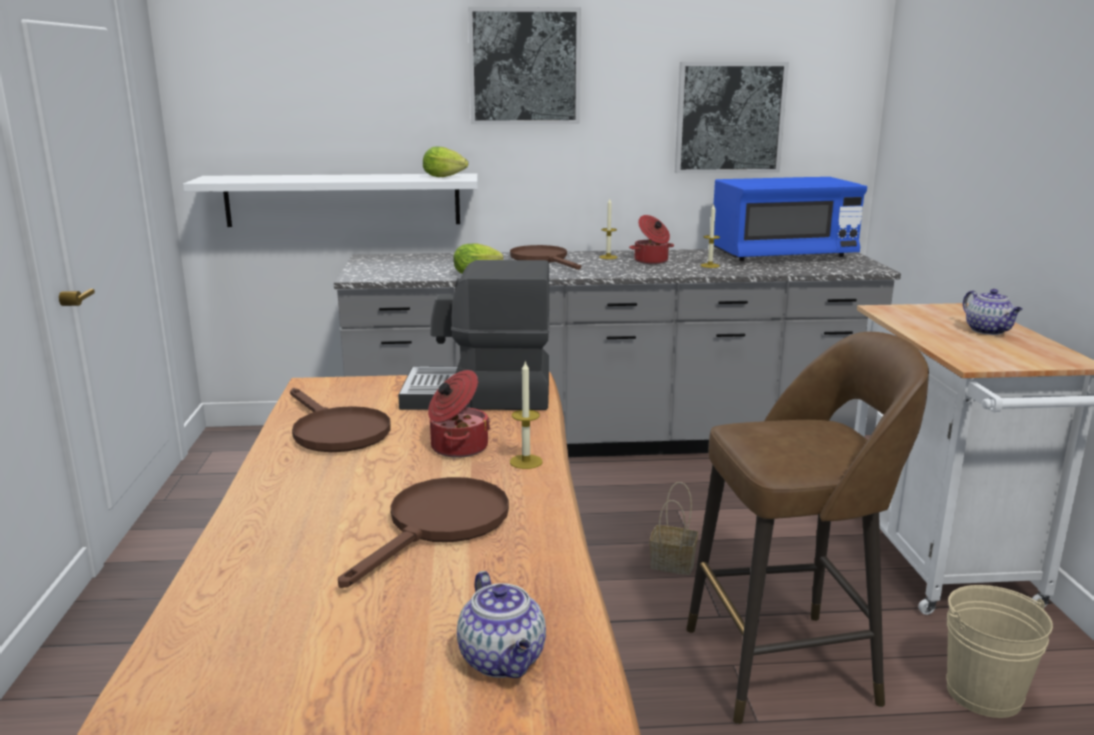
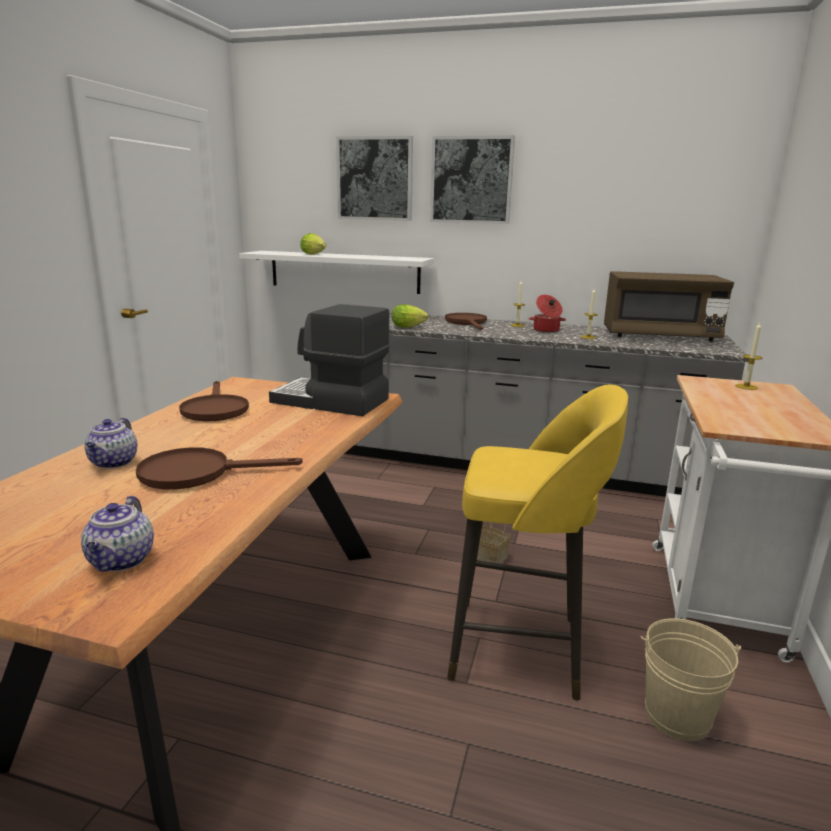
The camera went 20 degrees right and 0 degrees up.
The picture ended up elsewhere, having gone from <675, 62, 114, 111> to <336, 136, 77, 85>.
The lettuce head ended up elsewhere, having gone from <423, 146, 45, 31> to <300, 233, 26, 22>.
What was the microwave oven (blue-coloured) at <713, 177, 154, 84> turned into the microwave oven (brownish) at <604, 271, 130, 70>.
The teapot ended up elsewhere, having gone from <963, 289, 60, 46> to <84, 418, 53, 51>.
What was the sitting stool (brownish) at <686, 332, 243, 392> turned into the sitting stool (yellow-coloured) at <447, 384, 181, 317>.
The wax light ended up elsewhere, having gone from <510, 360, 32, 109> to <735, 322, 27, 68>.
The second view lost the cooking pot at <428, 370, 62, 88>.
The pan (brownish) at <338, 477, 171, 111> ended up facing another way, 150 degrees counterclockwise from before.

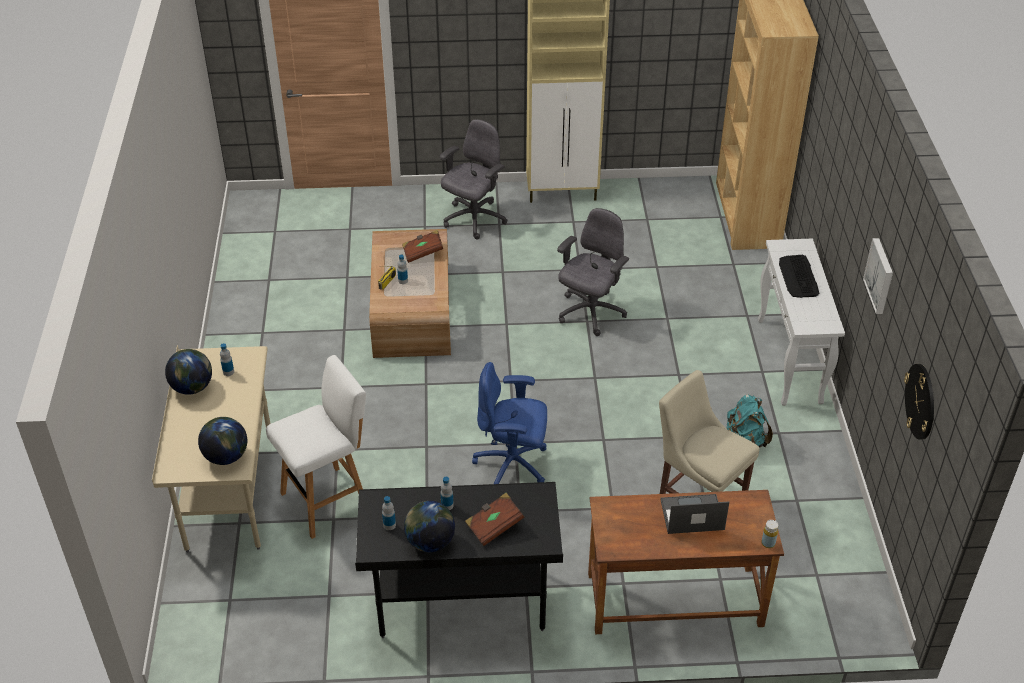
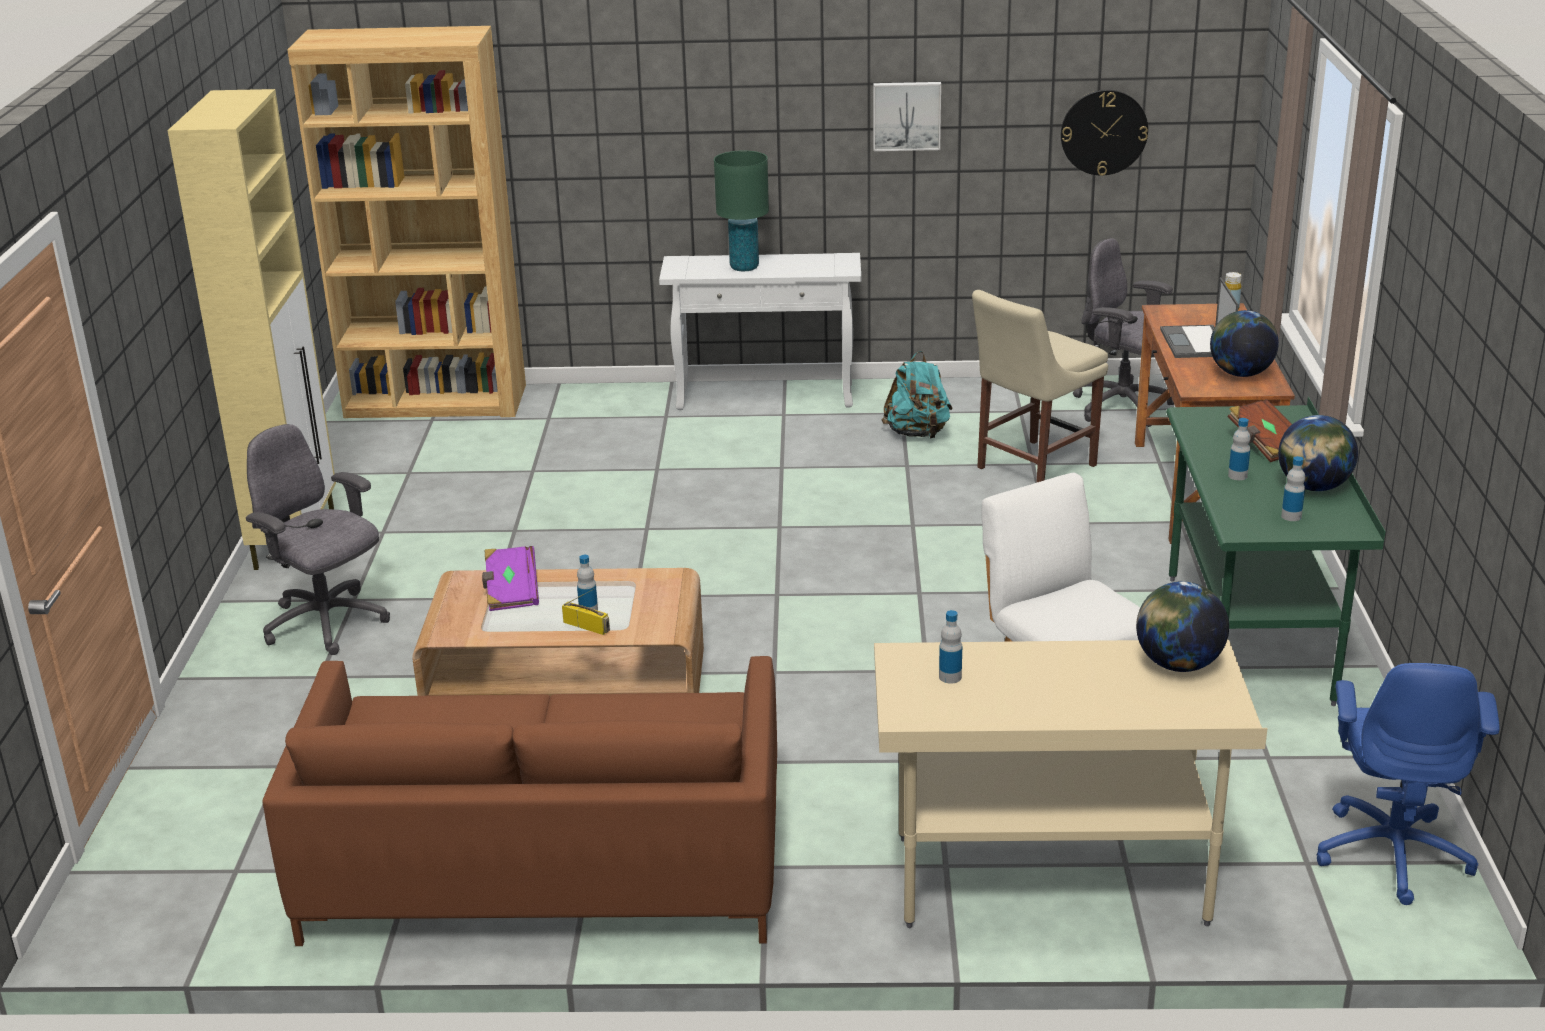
The camera went 85 degrees left and 15 degrees down.
The office chair (gray) ended up elsewhere, having gone from <557, 208, 72, 128> to <1073, 238, 101, 189>.
What was the book (brownish) at <402, 230, 41, 33> turned into the book (purplish) at <482, 546, 57, 65>.
Where the PC keyboard stood at <779, 255, 40, 43>, the lamp for a table (green) came to stand at <714, 151, 55, 120>.
The desk globe ended up elsewhere, having gone from <165, 349, 47, 46> to <1210, 310, 69, 67>.
The office chair (blue-coloured) ended up elsewhere, having gone from <472, 362, 75, 122> to <1316, 663, 184, 242>.
What was the desk table (blackish) at <355, 482, 208, 156> turned into the desk table (green) at <1166, 397, 219, 309>.
The second view gained the couch (brownish) at <262, 656, 515, 290>.

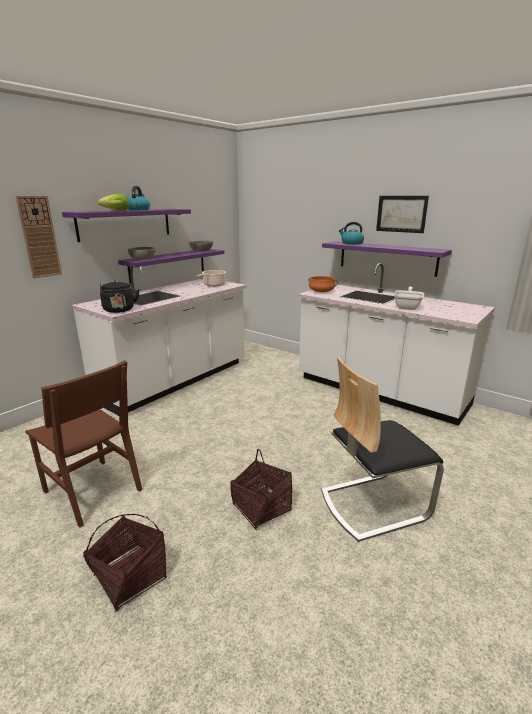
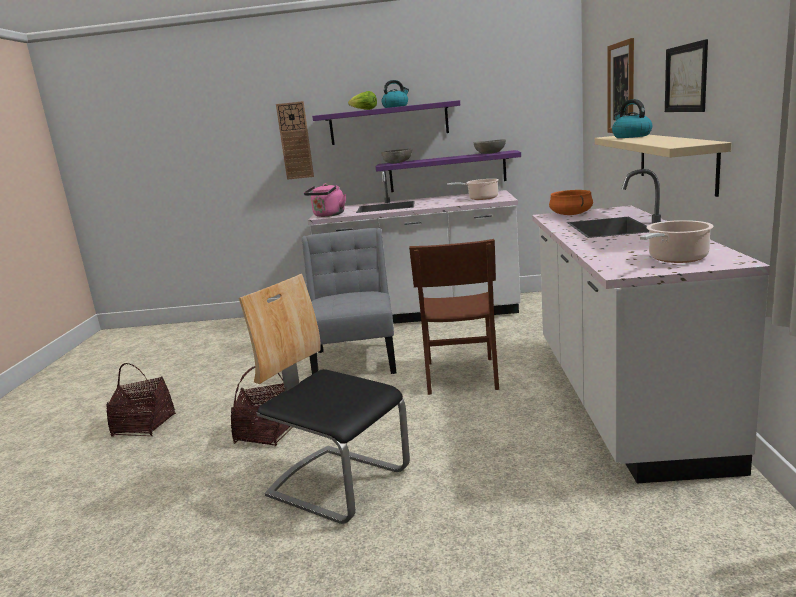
The camera went 55 degrees right and 5 degrees down.
What was the shelf (purplish) at <322, 241, 130, 36> turned into the shelf (sand-coloured) at <595, 135, 136, 62>.
What was the kettle (blackish) at <100, 280, 40, 33> turned into the kettle (pink) at <304, 183, 42, 34>.
The second view lost the pan at <393, 287, 31, 23>.
The upright chair (brownish) ended up elsewhere, having gone from <25, 360, 117, 168> to <409, 239, 90, 156>.
The second view gained the picture at <608, 38, 26, 95>.
The second view gained the cooking pot at <640, 220, 74, 43>.
The second view gained the upright chair (gray) at <302, 228, 94, 146>.

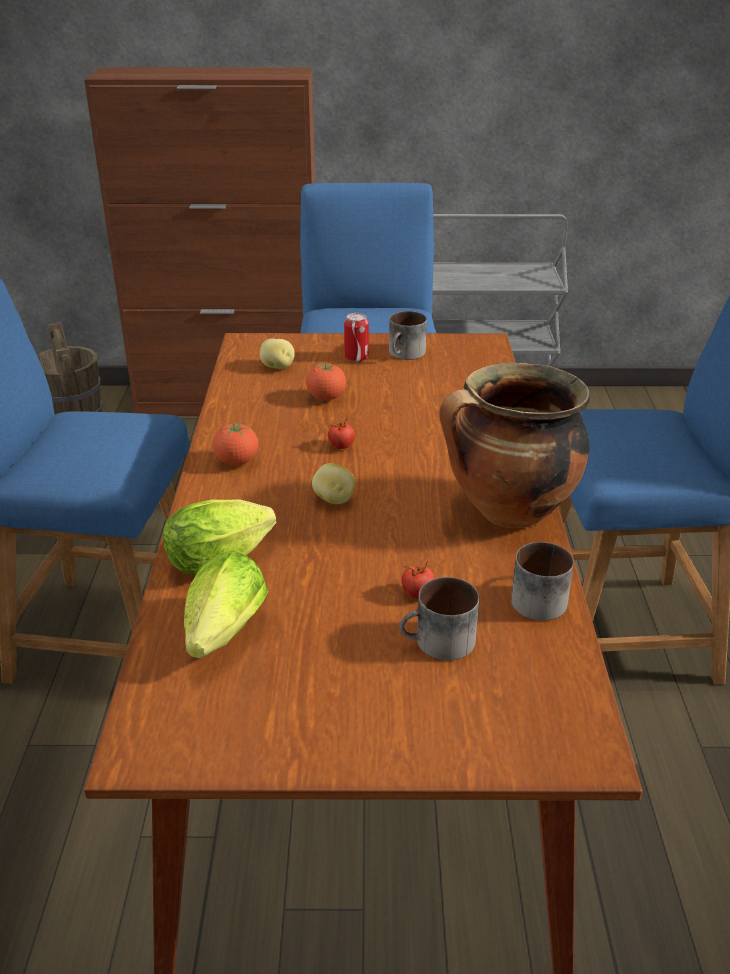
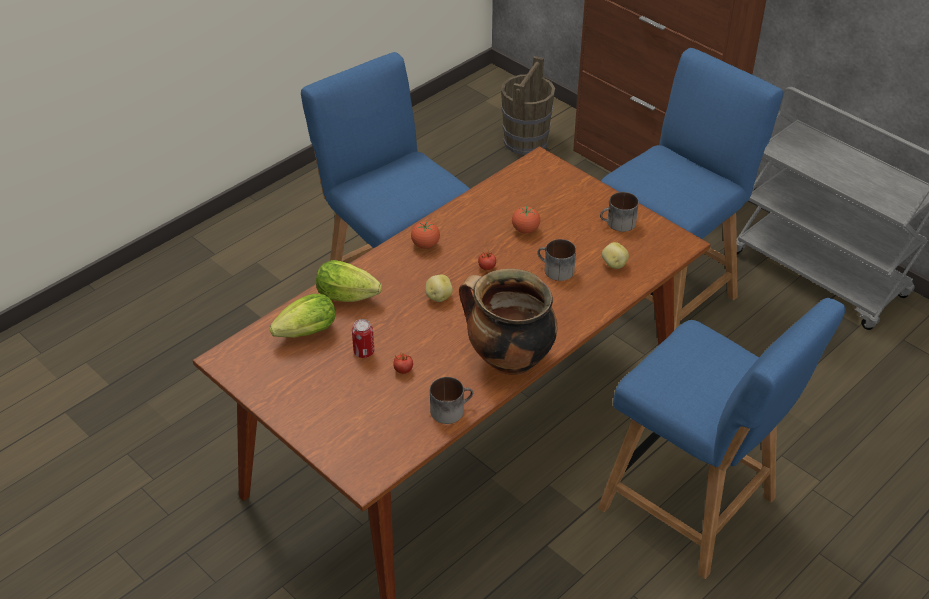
The camera went 45 degrees right and 10 degrees up.
The sealed can ended up elsewhere, having gone from <344, 313, 25, 49> to <352, 319, 22, 39>.
The spud ended up elsewhere, having gone from <260, 339, 35, 30> to <602, 242, 27, 27>.
The tea mug ended up elsewhere, having gone from <399, 577, 80, 83> to <537, 239, 39, 42>.

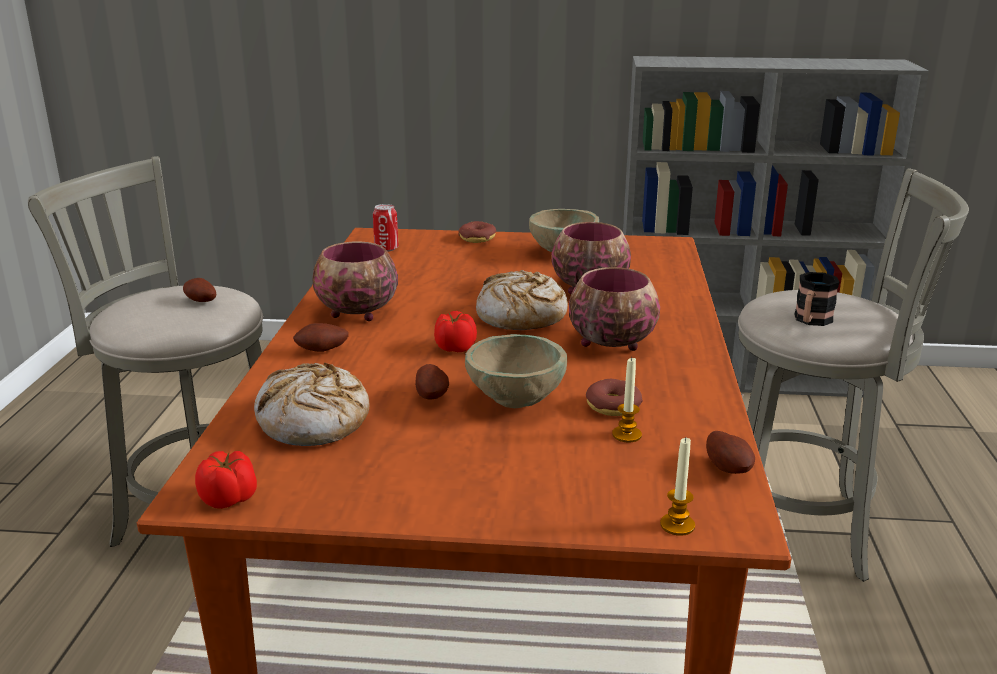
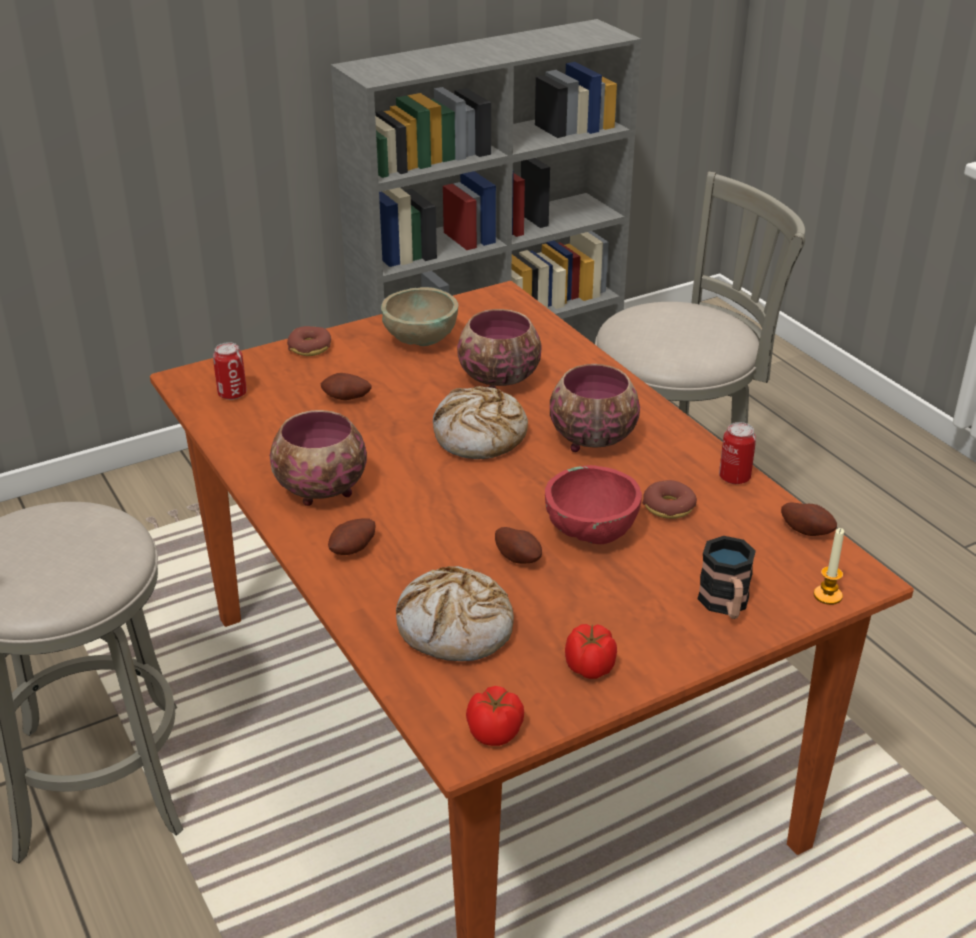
The camera went 35 degrees left and 10 degrees up.
The tea mug ended up elsewhere, having gone from <794, 272, 46, 54> to <697, 536, 59, 83>.
The spud ended up elsewhere, having gone from <183, 278, 33, 24> to <320, 373, 52, 27>.
The fresh tomato ended up elsewhere, having gone from <434, 311, 43, 41> to <565, 624, 52, 55>.
What was the deep dish (sand-coloured) at <465, 334, 102, 74> turned into the deep dish (red) at <545, 465, 97, 79>.
The second view lost the wax light at <612, 358, 30, 85>.
The second view gained the sealed can at <719, 422, 37, 62>.

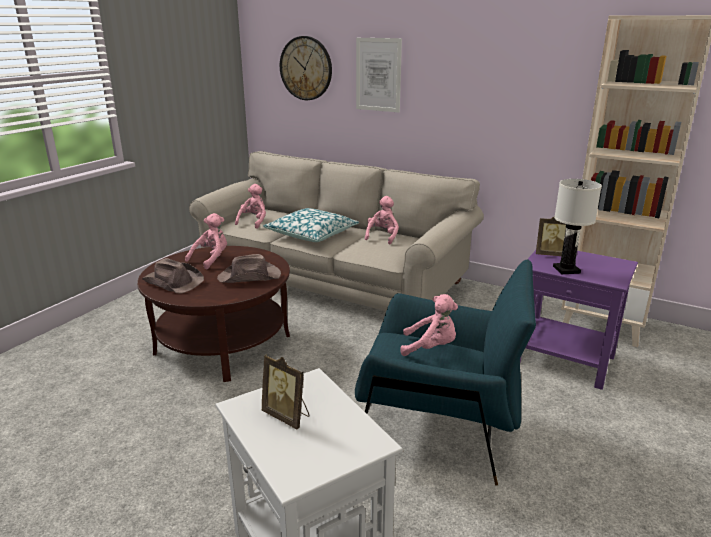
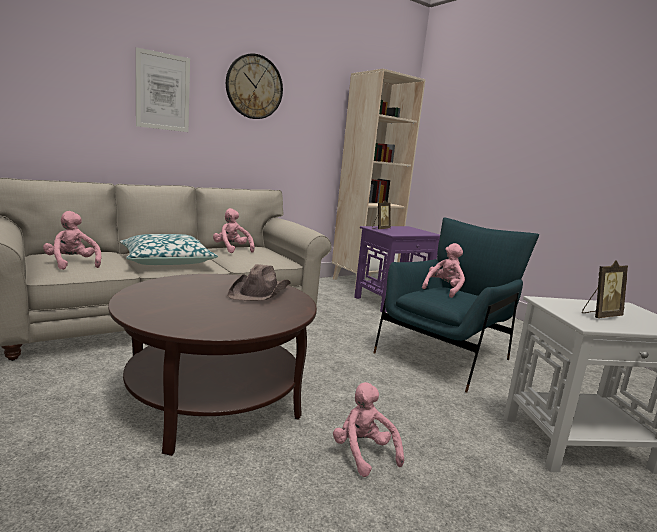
The camera went 65 degrees left and 10 degrees down.
The wall clock ended up elsewhere, having gone from <280, 36, 52, 64> to <226, 54, 57, 65>.
The second view lost the lamp for a table (whitish) at <553, 179, 49, 95>.
The plush toy (pink) ended up elsewhere, having gone from <185, 213, 42, 57> to <333, 382, 71, 95>.
The second view lost the hat (brownish) at <142, 258, 62, 35>.

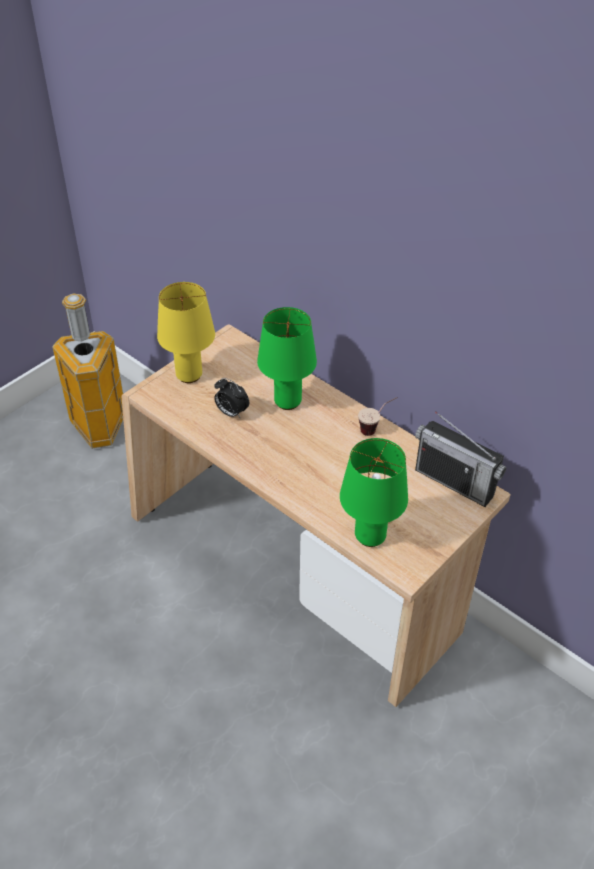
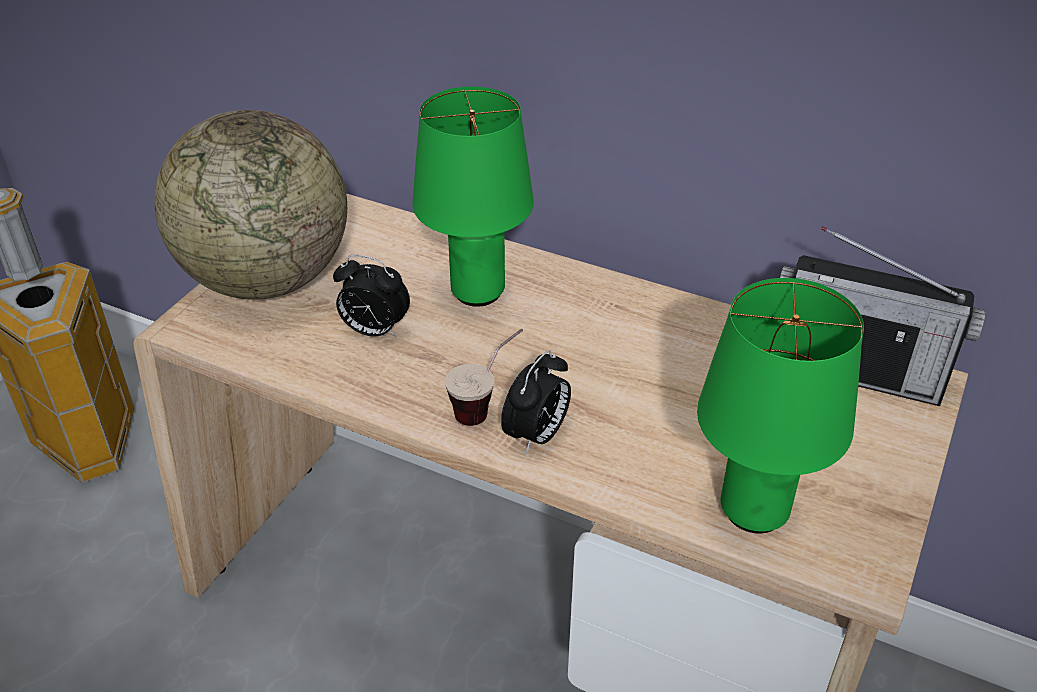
The camera went 15 degrees left and 5 degrees down.
Where the lamp for a table (yellow-coloured) stood at <157, 282, 58, 101>, the desk globe came to stand at <154, 110, 193, 190>.
The cup ended up elsewhere, having gone from <358, 397, 40, 39> to <445, 328, 78, 98>.
The second view gained the bedside clock at <501, 350, 70, 103>.

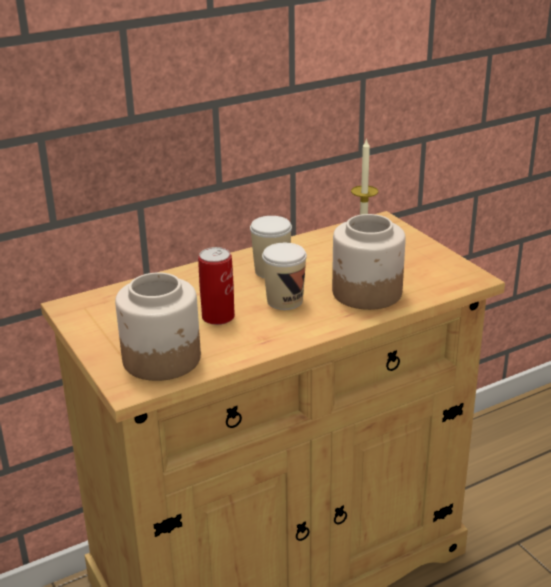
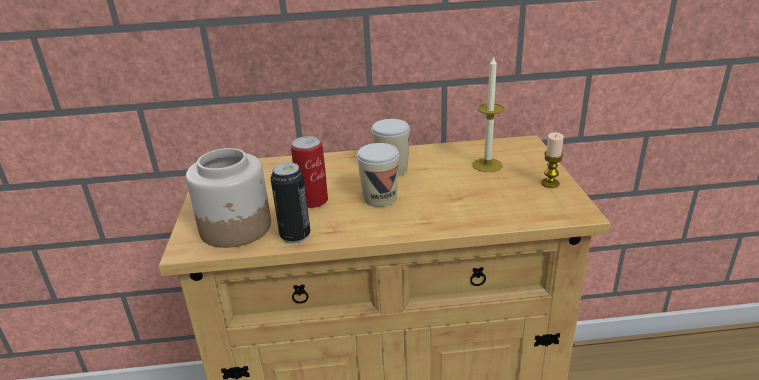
The camera went 25 degrees right and 0 degrees up.
The second view lost the storage jar at <332, 214, 74, 96>.
The second view gained the wax light at <541, 132, 23, 56>.
The second view gained the sealed can at <270, 162, 40, 82>.

